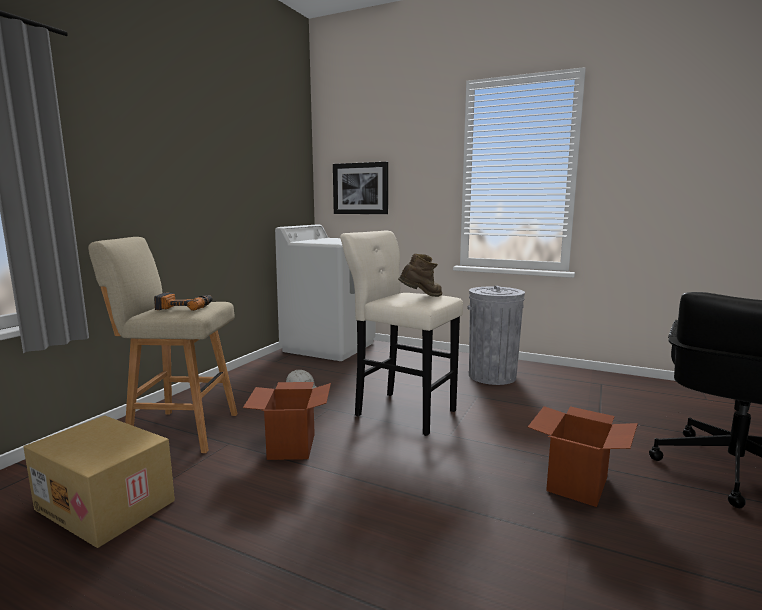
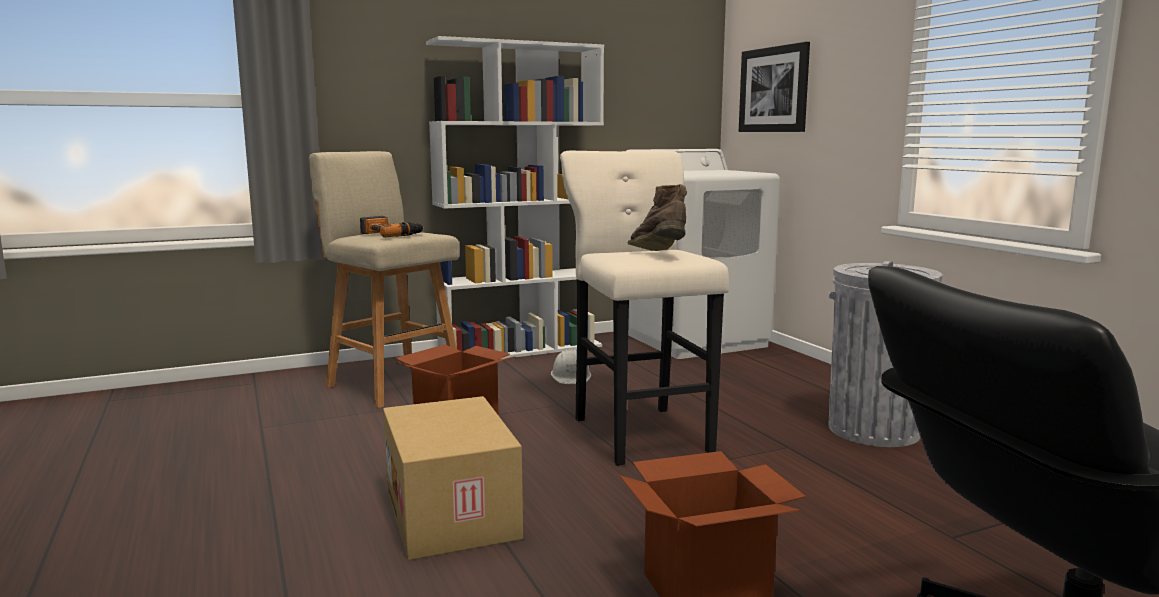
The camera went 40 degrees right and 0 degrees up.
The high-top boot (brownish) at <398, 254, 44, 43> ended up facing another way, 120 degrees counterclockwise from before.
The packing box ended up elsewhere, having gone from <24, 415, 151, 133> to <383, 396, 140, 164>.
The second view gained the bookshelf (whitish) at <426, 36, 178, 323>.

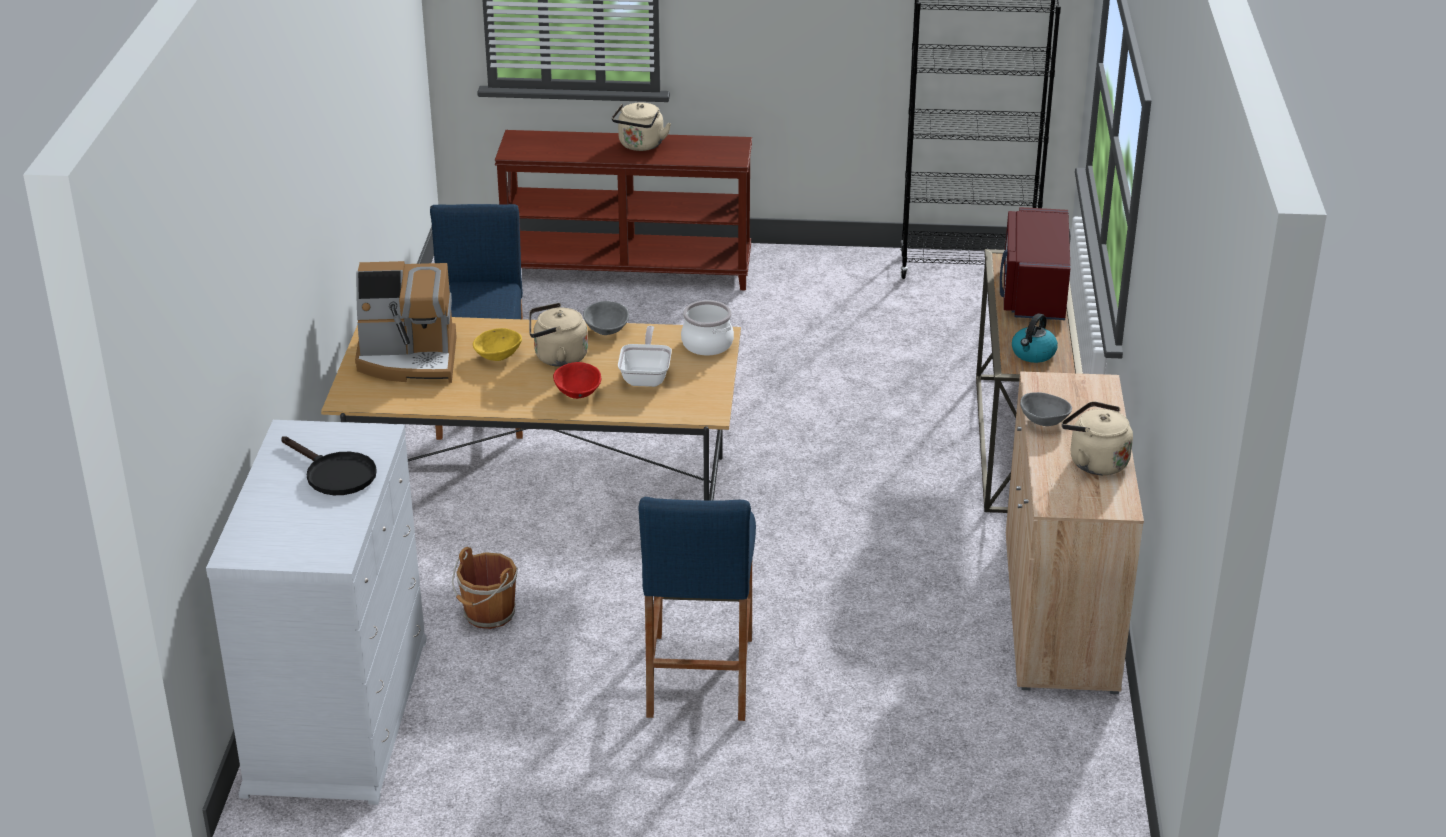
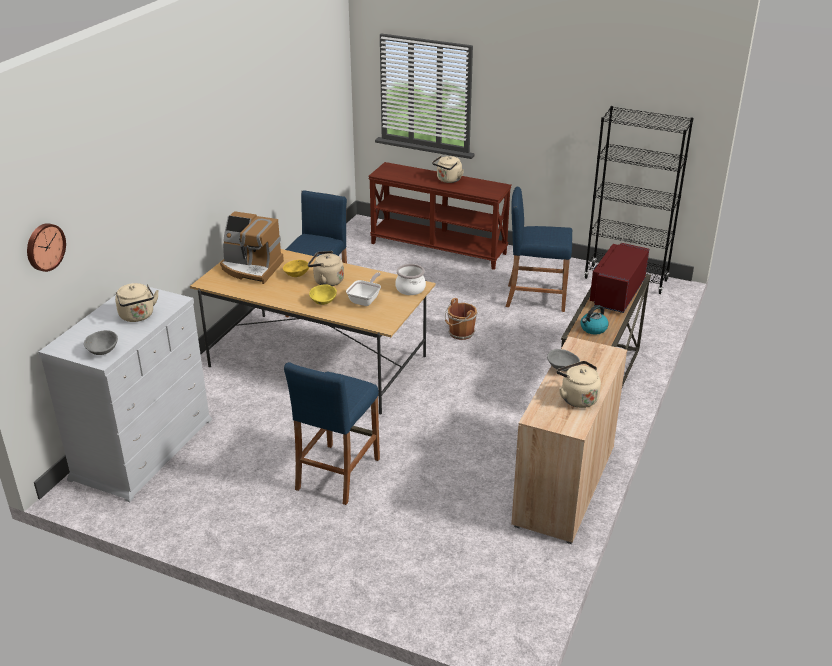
The camera went 20 degrees right and 0 degrees up.
The deep dish (gray) ended up elsewhere, having gone from <583, 301, 46, 34> to <84, 330, 34, 25>.
What was the deep dish (red) at <553, 362, 48, 37> turned into the deep dish (yellow-coloured) at <309, 285, 28, 20>.
Where the pan (blackish) stood at <281, 436, 96, 59>, the kettle (sand-coloured) came to stand at <115, 283, 44, 39>.
The bucket (brownish) ended up elsewhere, having gone from <452, 547, 66, 82> to <445, 298, 33, 42>.
The second view gained the sitting stool (blue-coloured) at <506, 187, 66, 125>.
The second view gained the wall clock at <27, 223, 39, 49>.

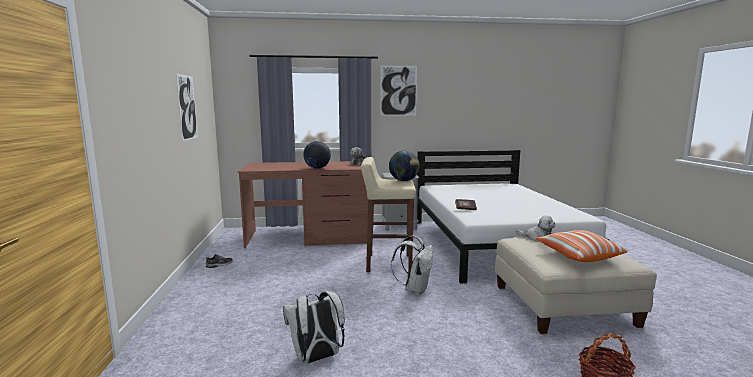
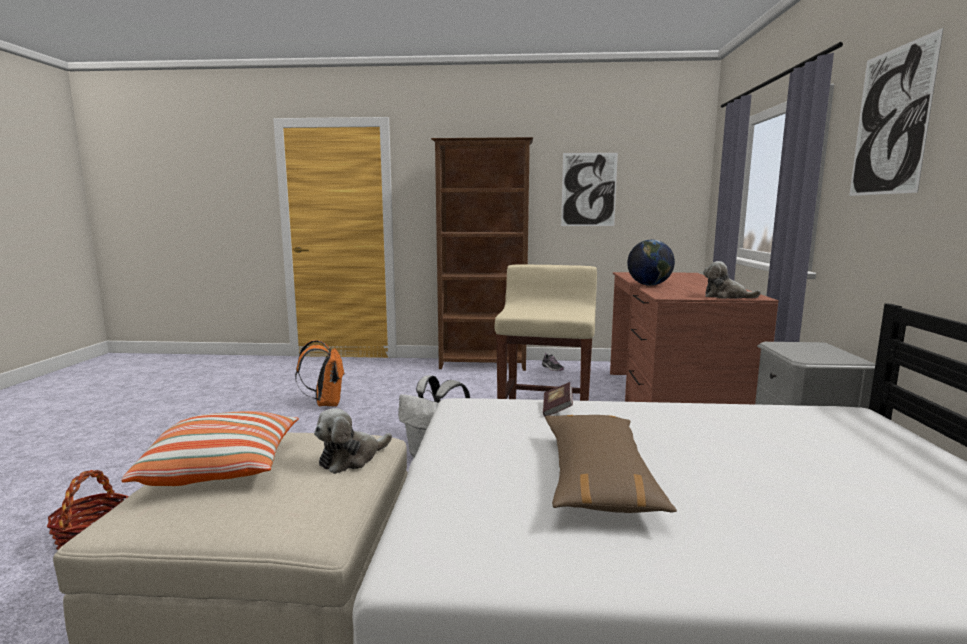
The camera went 100 degrees right and 0 degrees up.
The second view lost the desk globe at <389, 150, 31, 31>.
What was the backpack (whitish) at <283, 291, 62, 73> turned into the backpack (orangey) at <295, 340, 50, 66>.
The second view gained the bookshelf (brownish) at <431, 137, 102, 234>.
The second view gained the throw pillow (brownish) at <545, 415, 132, 98>.

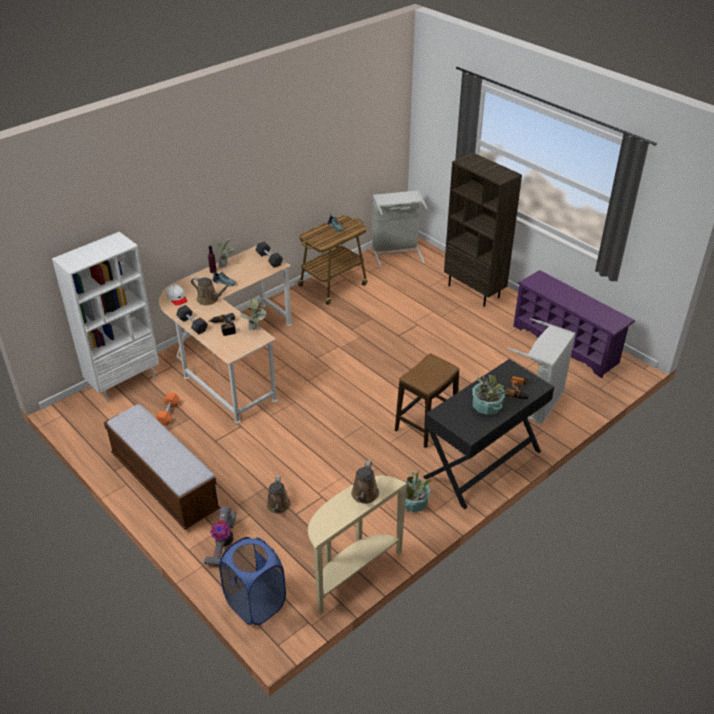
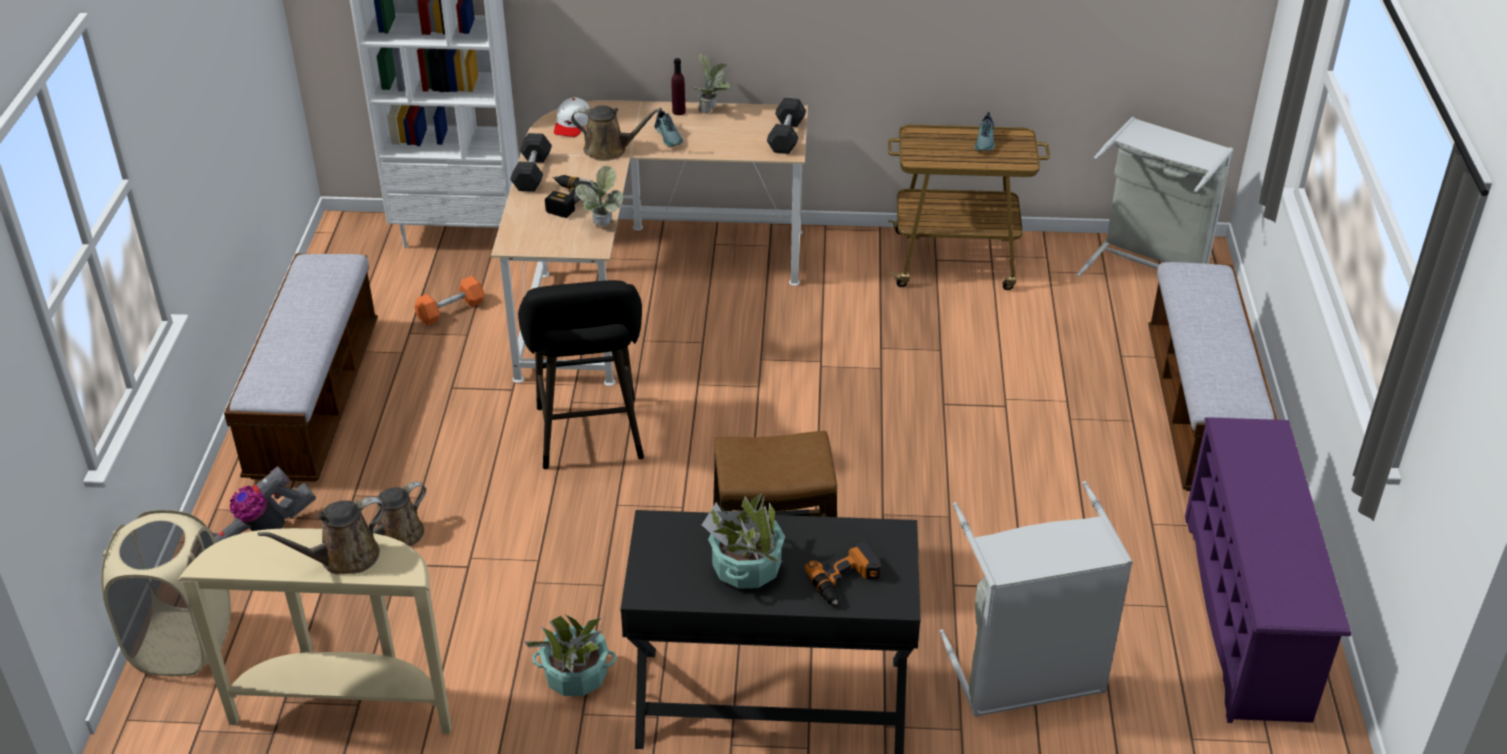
The camera went 45 degrees right and 0 degrees up.
Where the bookshelf (brownish) stood at <444, 152, 78, 155>, the bench came to stand at <1148, 262, 129, 229>.
The sprinkling can (brownish) at <191, 277, 40, 28> ended up facing another way, 60 degrees counterclockwise from before.
What was the washing basket (blue-coloured) at <219, 537, 67, 88> turned into the washing basket (sand-coloured) at <101, 510, 130, 166>.
The second view gained the sitting stool (blackish) at <518, 280, 126, 189>.

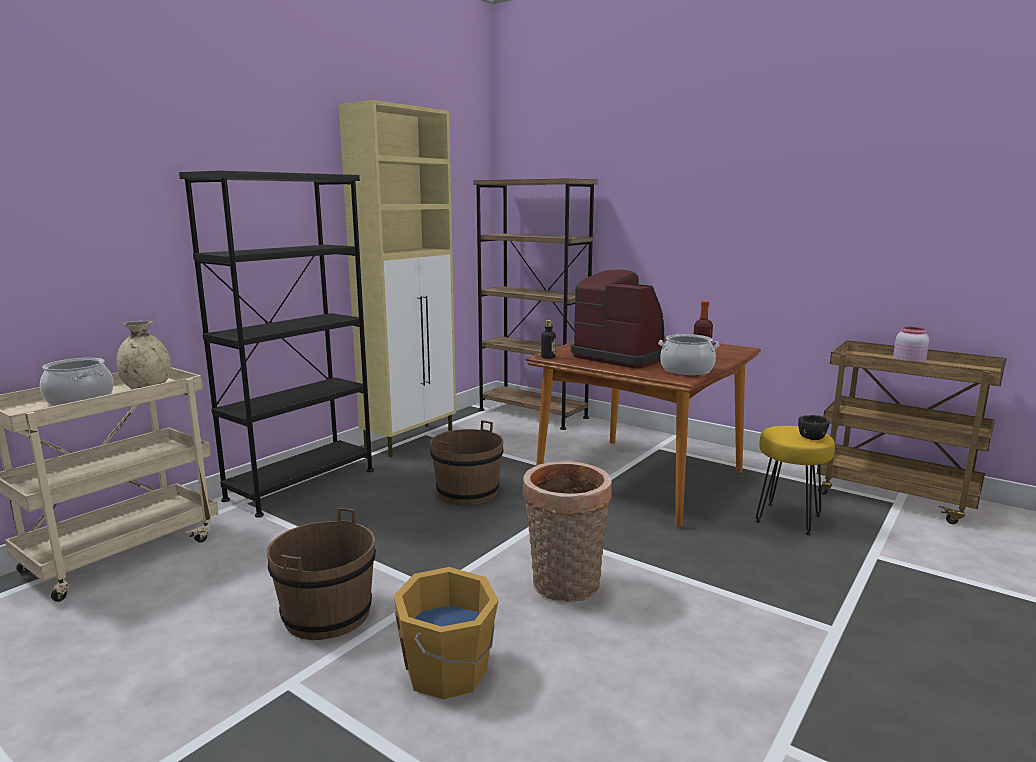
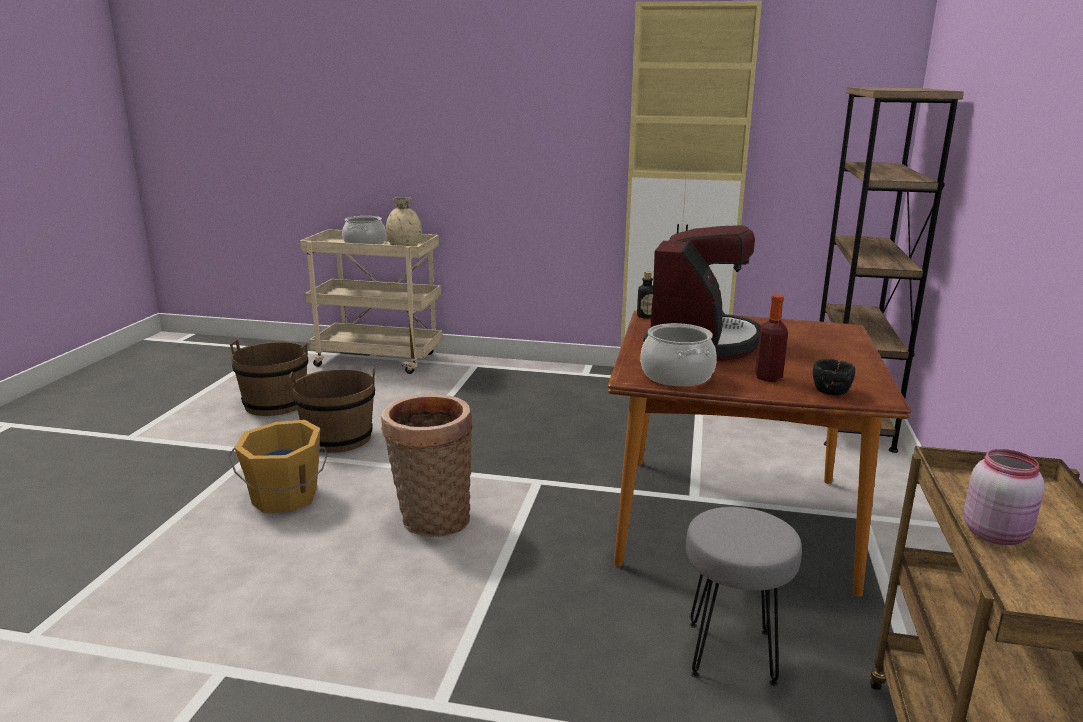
The camera went 65 degrees right and 5 degrees up.
The second view lost the bookshelf (blackish) at <179, 170, 195, 348>.
The deep dish (blackish) ended up elsewhere, having gone from <798, 415, 31, 25> to <813, 359, 42, 36>.
The bucket (brownish) ended up elsewhere, having gone from <430, 420, 74, 85> to <230, 340, 78, 76>.
What was the sitting stool (yellow-coloured) at <755, 426, 80, 109> turned into the sitting stool (gray) at <686, 507, 116, 179>.

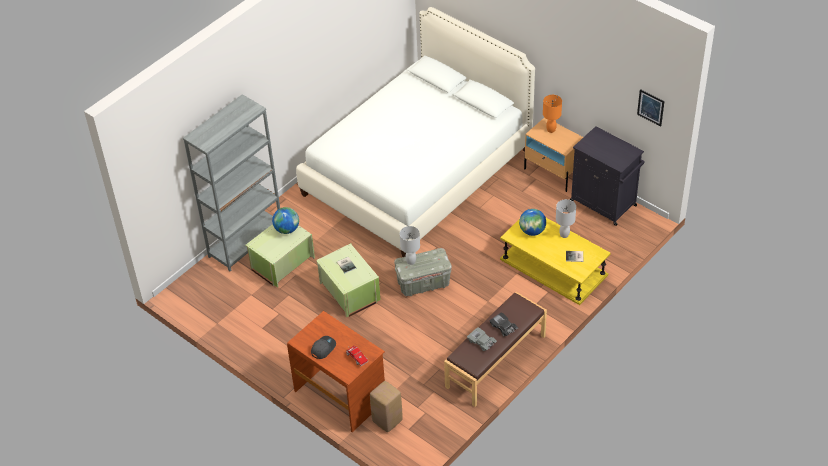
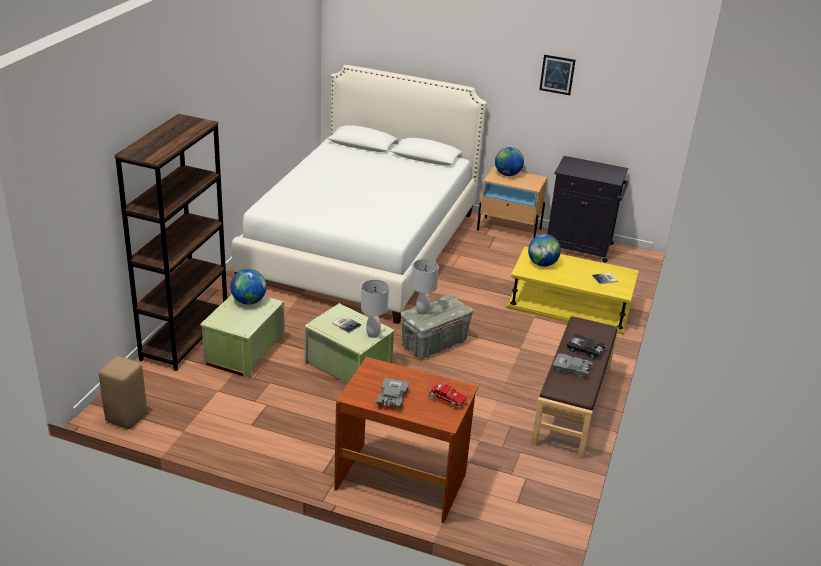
The camera went 25 degrees left and 15 degrees down.
The picture ended up elsewhere, having gone from <637, 89, 28, 37> to <539, 55, 37, 40>.
What was the bookshelf (gray) at <183, 94, 97, 177> turned into the bookshelf (brownish) at <115, 114, 112, 257>.
Where the lamp for a table (orangey) stood at <543, 95, 19, 38>, the desk globe came to stand at <495, 147, 29, 29>.
The lamp for a table (whitish) ended up elsewhere, having gone from <556, 199, 20, 39> to <361, 280, 28, 58>.
Where the peaked cap (gray) stood at <311, 336, 25, 23>, the toy car (gray) came to stand at <377, 378, 32, 30>.
The sitting stool (sand-coloured) ended up elsewhere, having gone from <370, 381, 33, 51> to <99, 356, 48, 73>.

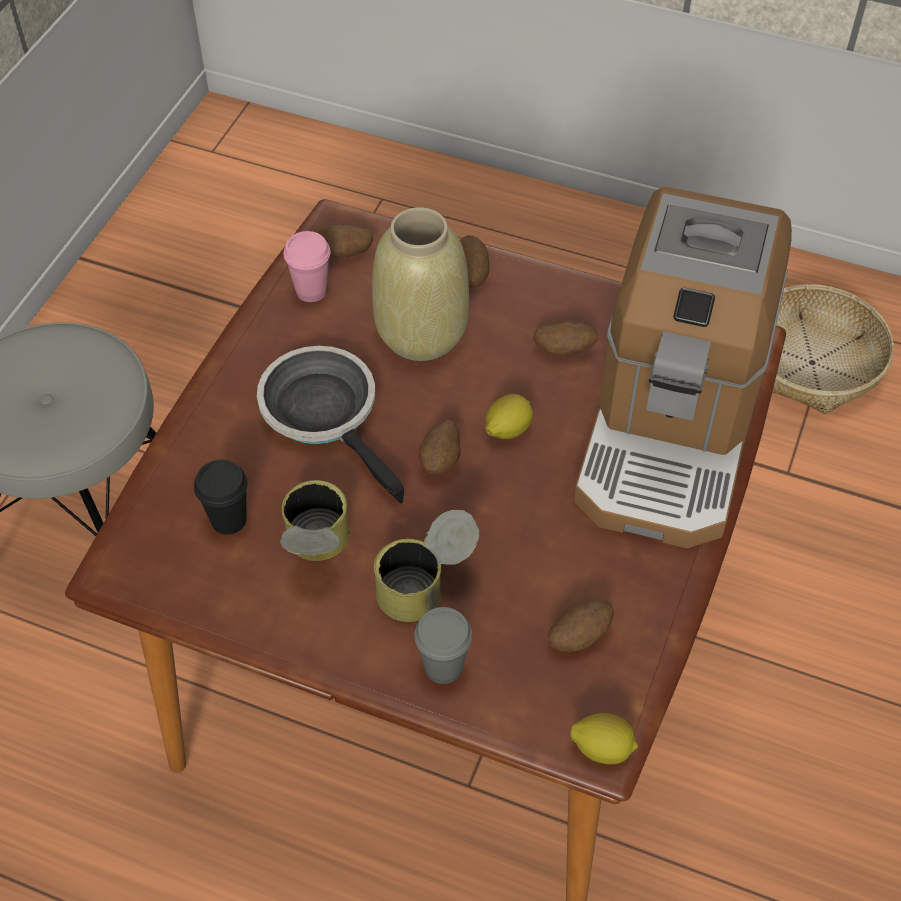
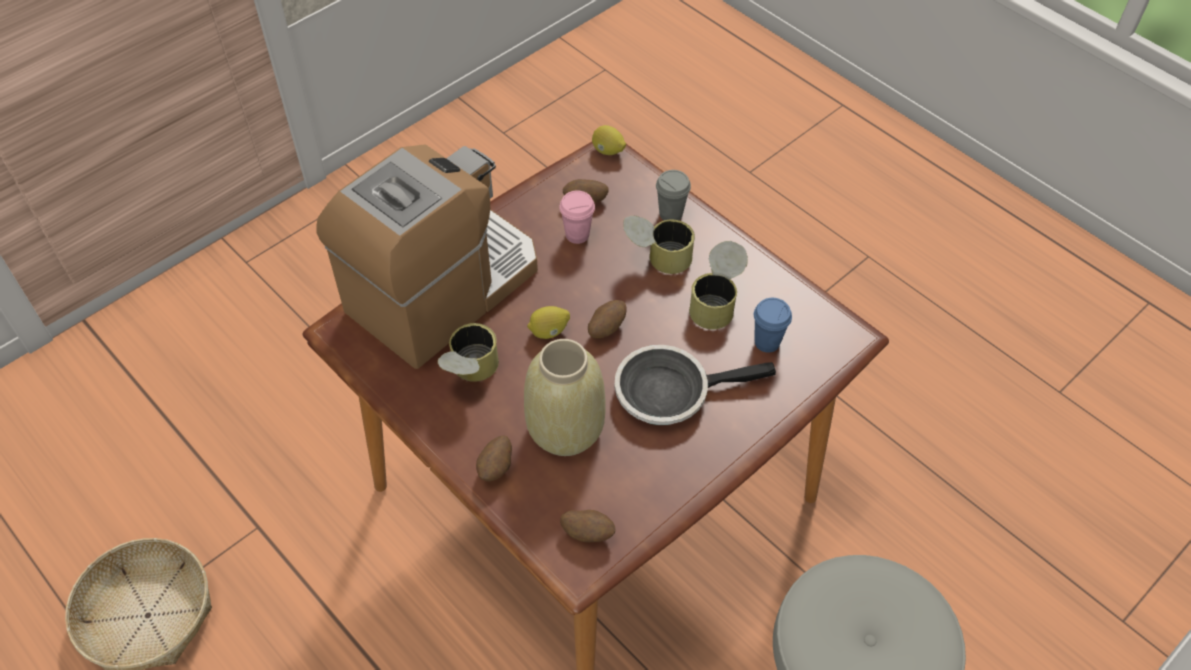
The camera went 155 degrees left and 0 degrees up.
The cup (pink) ended up elsewhere, having gone from <284, 231, 46, 71> to <559, 190, 36, 54>.
Where the spud stood at <533, 320, 65, 36>, the sealed can came to stand at <438, 323, 61, 59>.
The pan at <257, 346, 147, 158> ended up facing another way, 90 degrees clockwise from before.
What was the cup (blackish) at <194, 460, 54, 75> turned into the cup (blue-coloured) at <754, 298, 38, 55>.

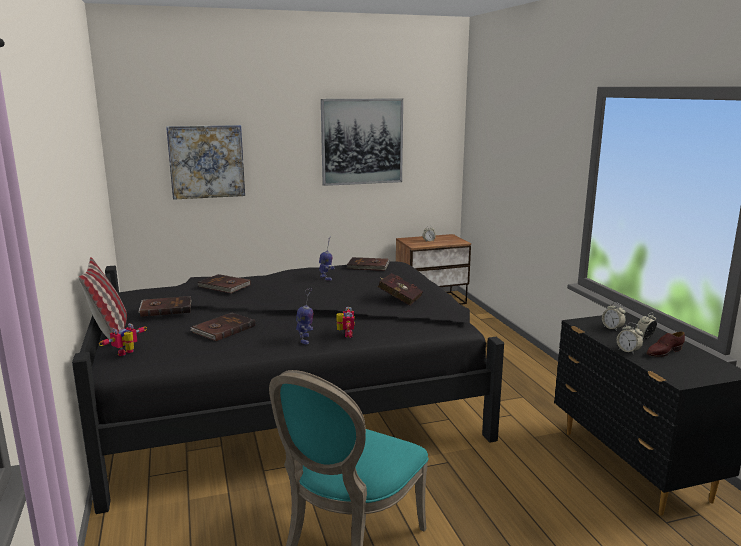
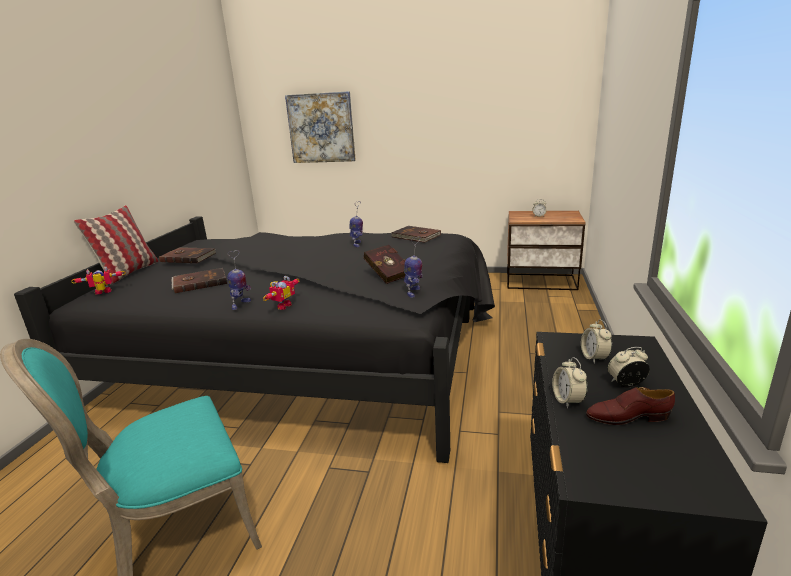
The camera went 30 degrees right and 5 degrees up.
The second view lost the picture at <321, 98, 82, 88>.
The second view lost the book (brownish) at <197, 274, 54, 19>.
The second view gained the model robot at <404, 236, 19, 62>.

